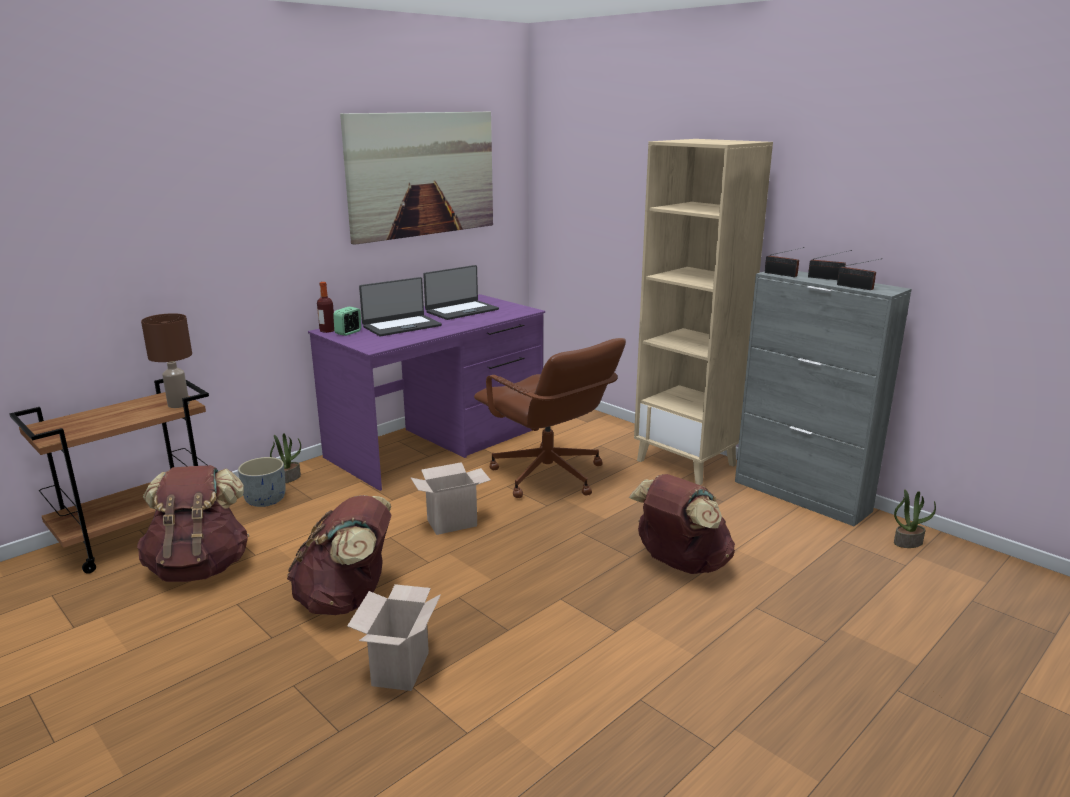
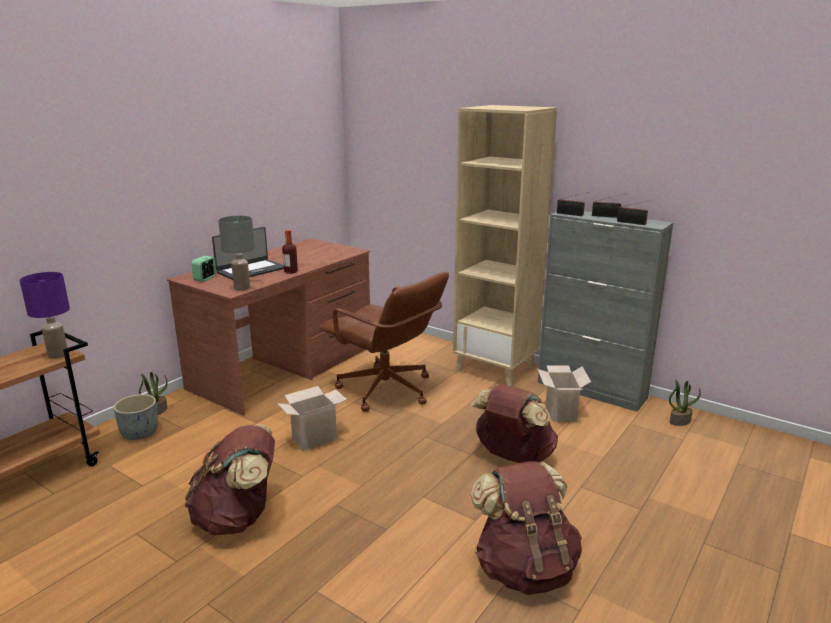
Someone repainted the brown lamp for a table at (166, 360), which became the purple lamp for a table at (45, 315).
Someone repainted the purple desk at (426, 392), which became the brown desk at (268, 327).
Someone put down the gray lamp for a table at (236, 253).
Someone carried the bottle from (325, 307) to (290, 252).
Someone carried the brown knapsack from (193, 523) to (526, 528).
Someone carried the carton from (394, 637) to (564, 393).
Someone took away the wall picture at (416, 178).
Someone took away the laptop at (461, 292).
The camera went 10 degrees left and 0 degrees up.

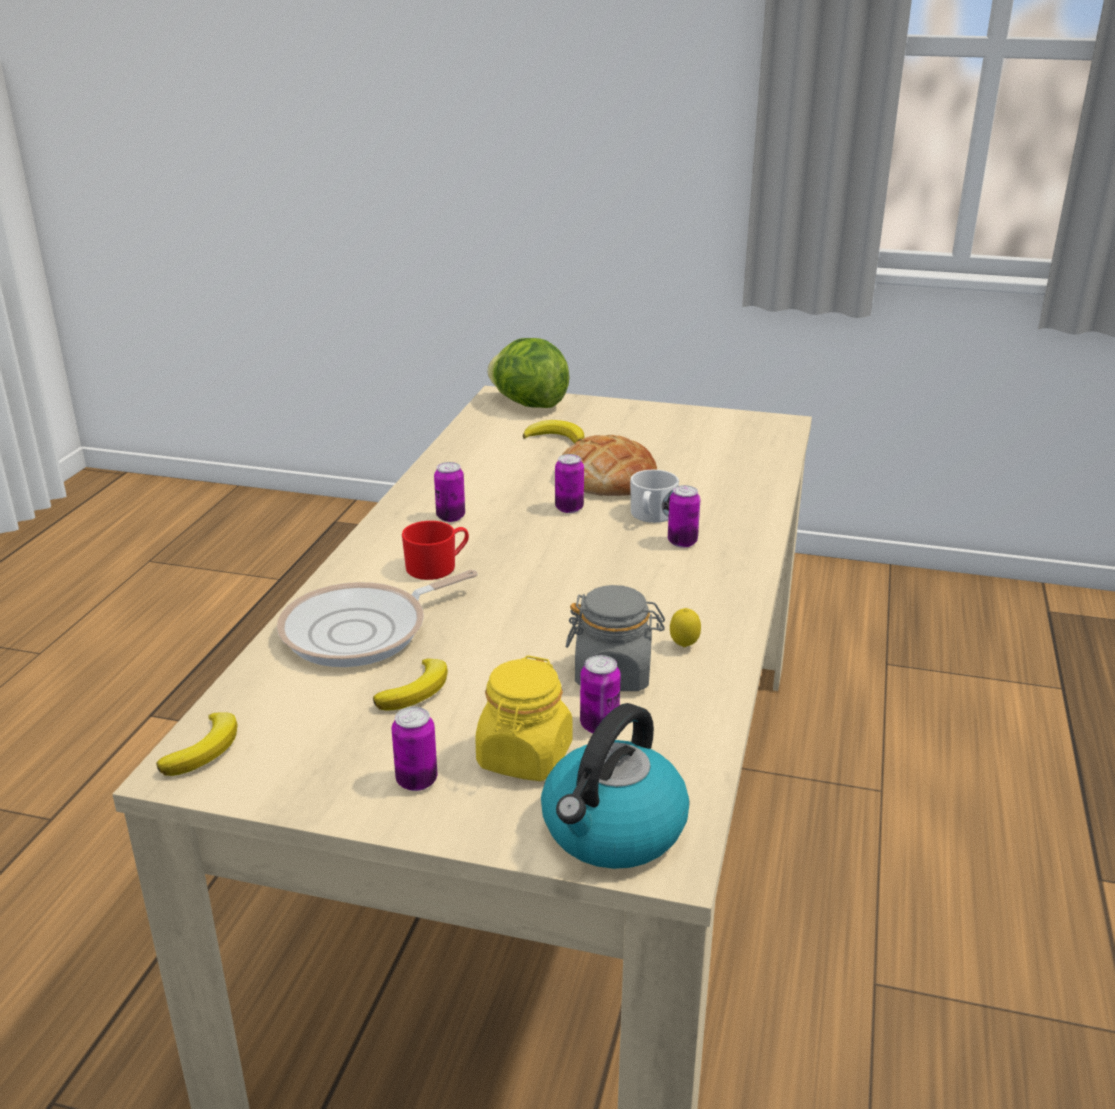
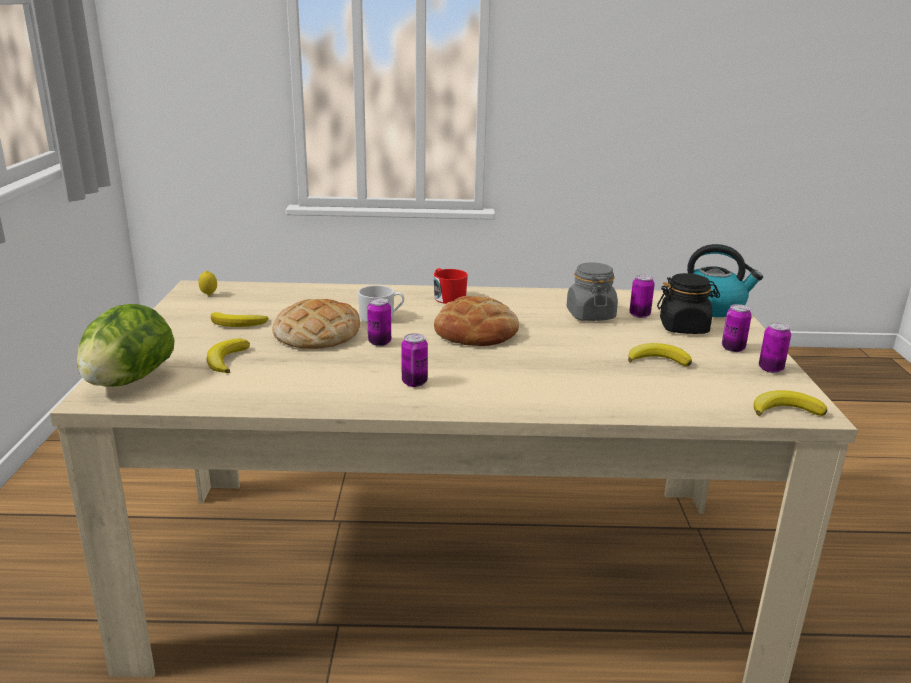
Someone carried the whole lemon from (685, 627) to (207, 283).
Someone put down the banana at (239, 319).
Someone carried the red tea mug from (435, 550) to (451, 286).
Someone put down the bread at (476, 321).
Someone repainted the yellowish jar at (523, 718), which became the black jar at (688, 303).
Someone carried the sealed can from (684, 516) to (775, 347).
Someone took away the frying pan at (377, 618).
The camera went 105 degrees left and 5 degrees down.

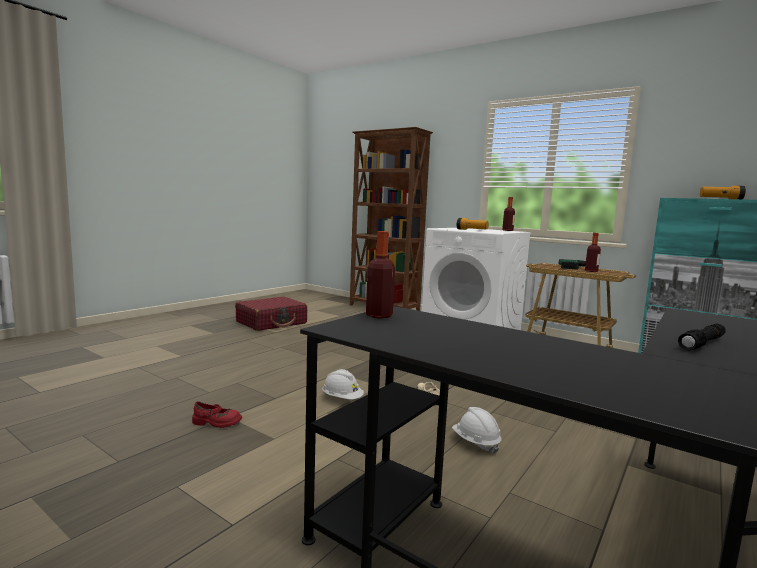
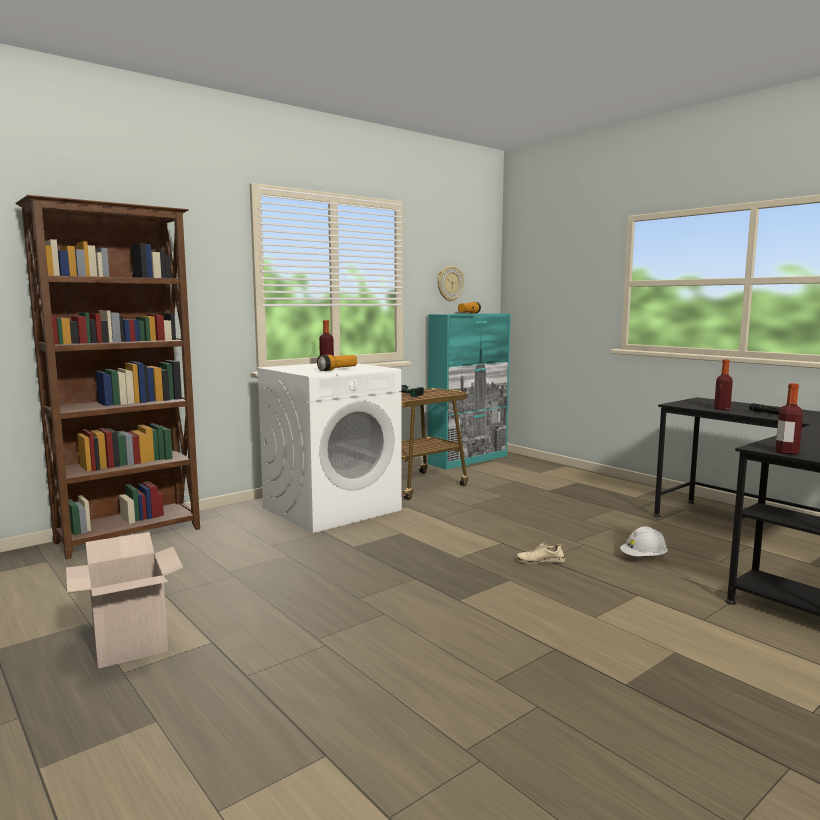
Someone swapped the red suitcase at (271, 314) for the carton at (124, 600).
Someone put up the hanging clock at (450, 284).
Someone carried the bottle from (593, 252) to (723, 384).
Someone took away the red low shoe at (217, 414).
Someone took away the white-coloured work helmet at (343, 384).
The camera went 75 degrees left and 0 degrees up.

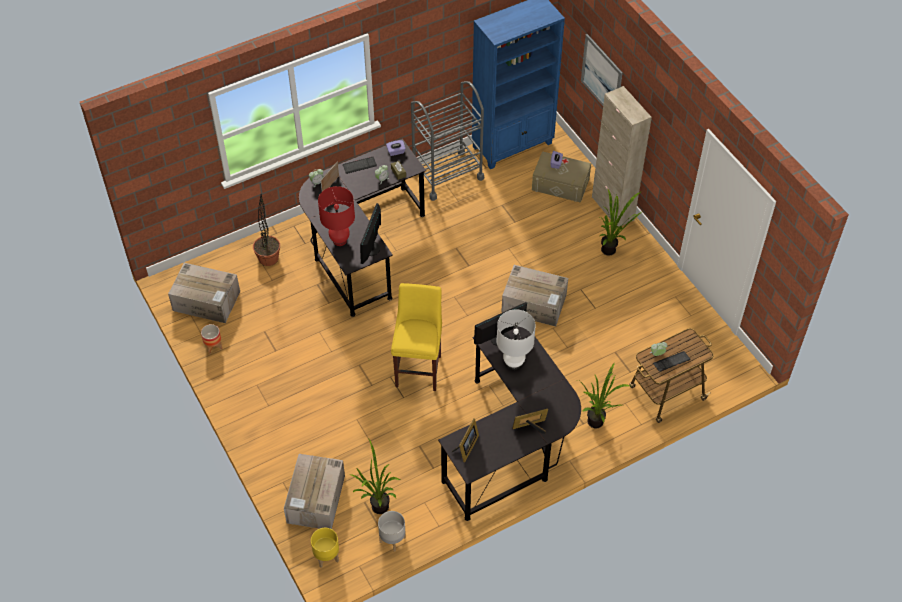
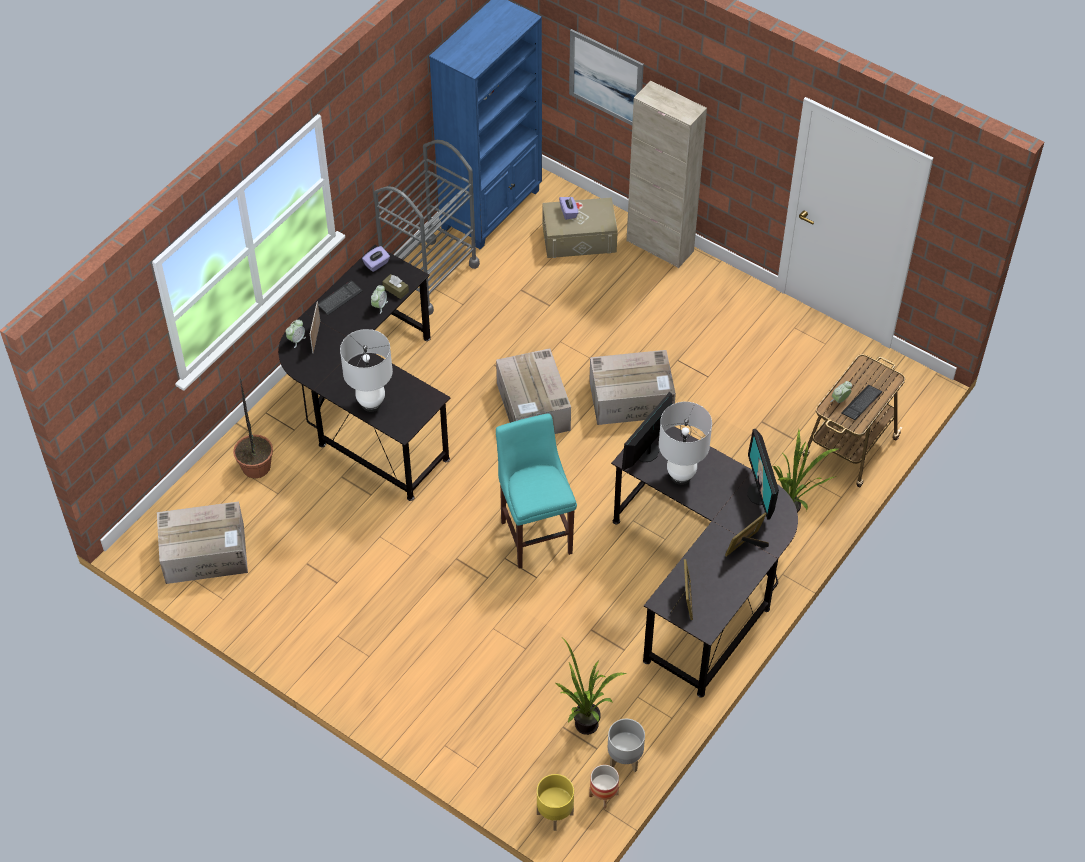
Someone repainted the red lamp for a table at (336, 216), which became the white-coloured lamp for a table at (366, 370).
Someone carried the carton from (314, 491) to (533, 391).
Someone repainted the yellowish sitting stool at (416, 337), which became the blue-green sitting stool at (536, 491).
Someone carried the plant pot from (212, 339) to (604, 787).
Someone carried the monitor from (370, 233) to (763, 474).
Someone took away the houseplant at (621, 222).
The camera went 25 degrees left and 0 degrees up.

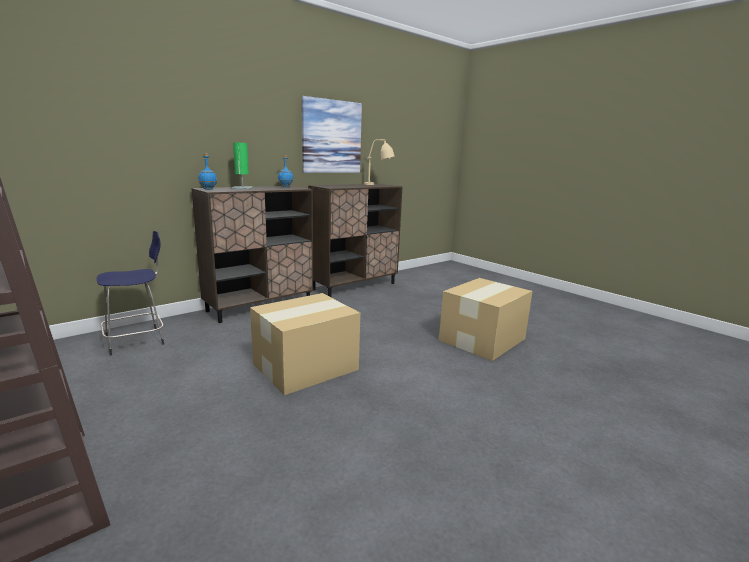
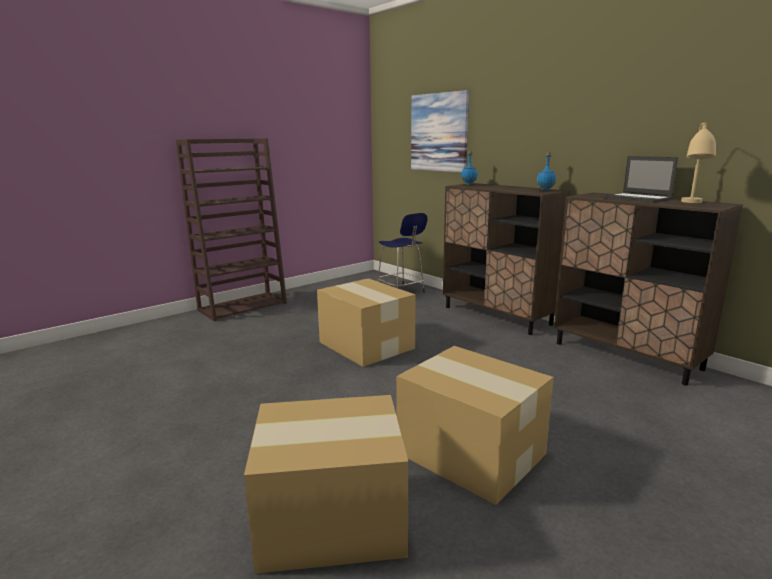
Someone put down the carton at (326, 484).
Someone carried the wall picture from (332, 134) to (440, 131).
Someone put down the laptop at (641, 179).
Someone took away the greenish lamp for a table at (242, 166).
The camera went 90 degrees right and 0 degrees up.

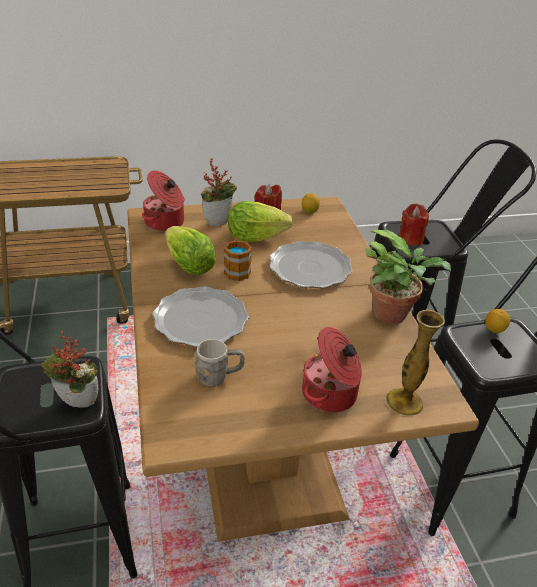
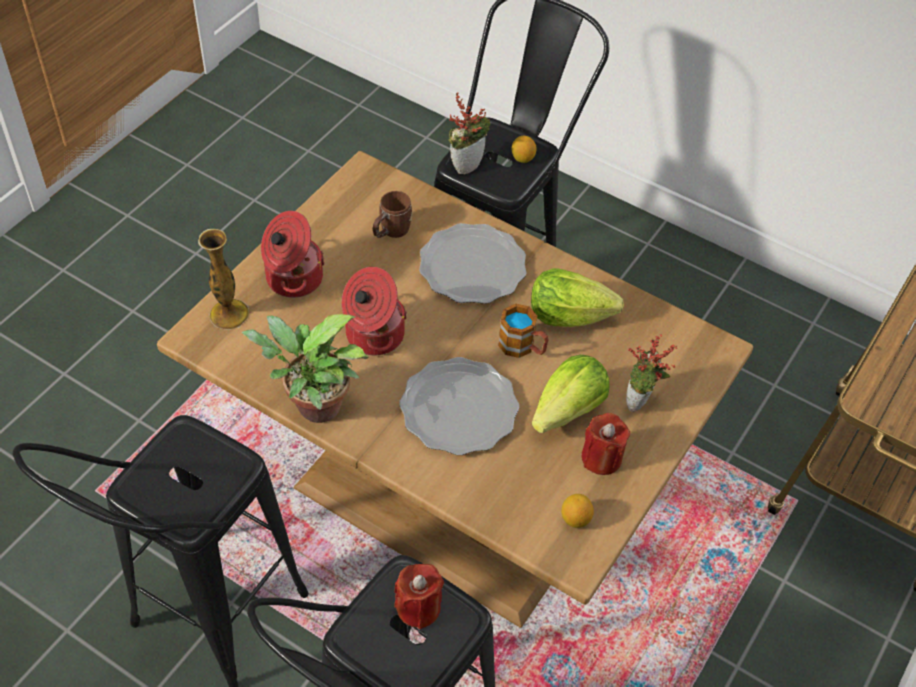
Someone carried the cooking pot from (163, 200) to (374, 311).
Someone repainted the gray tea mug at (219, 362), which became the brown tea mug at (393, 214).
Someone carried the whole lemon from (497, 321) to (524, 149).
The camera went 135 degrees right and 15 degrees up.

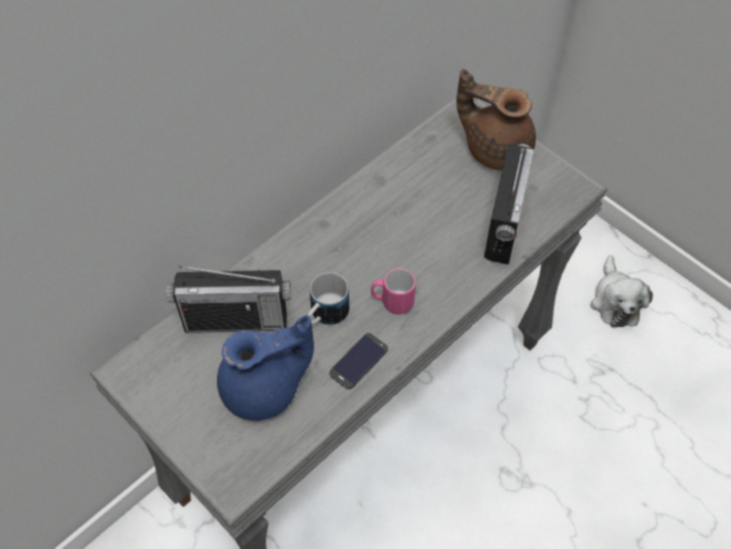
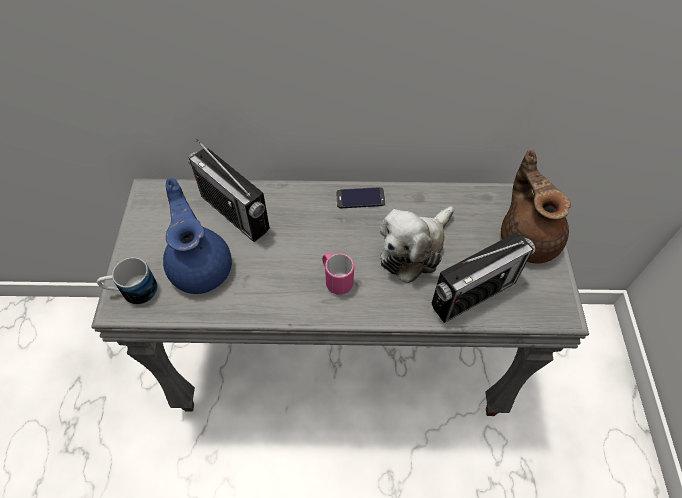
Someone carried the tea mug from (328, 298) to (127, 281).
Someone rotated the blue-coloured tea pot at (265, 368) by 135 degrees counterclockwise.
Someone carried the handset from (358, 361) to (360, 197).
Someone carried the cuddly toy from (621, 291) to (417, 244).
The camera went 45 degrees right and 0 degrees up.

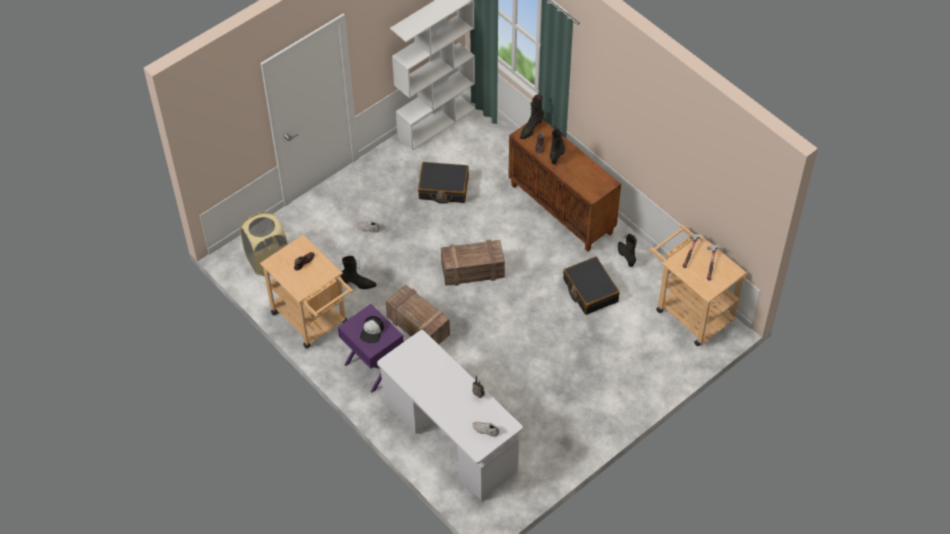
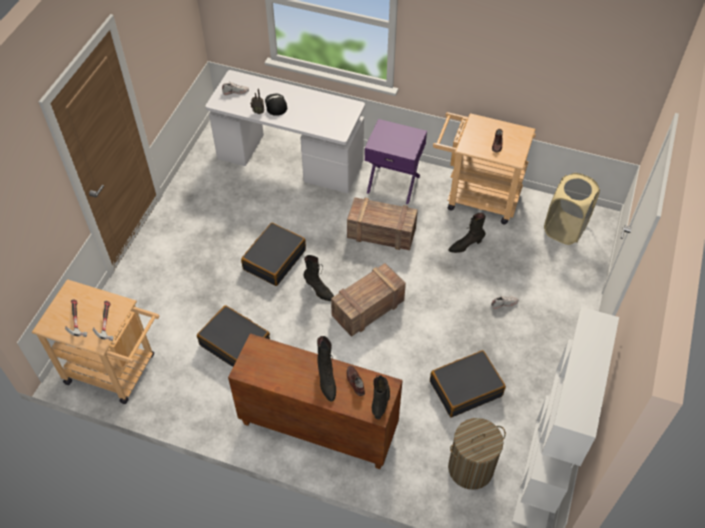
Someone put down the black suitcase at (273, 254).
Someone carried the cap from (372, 329) to (276, 105).
Someone carried the black high-top boot from (627, 250) to (318, 278).
Someone put down the hamper at (477, 454).
The camera went 150 degrees right and 0 degrees up.

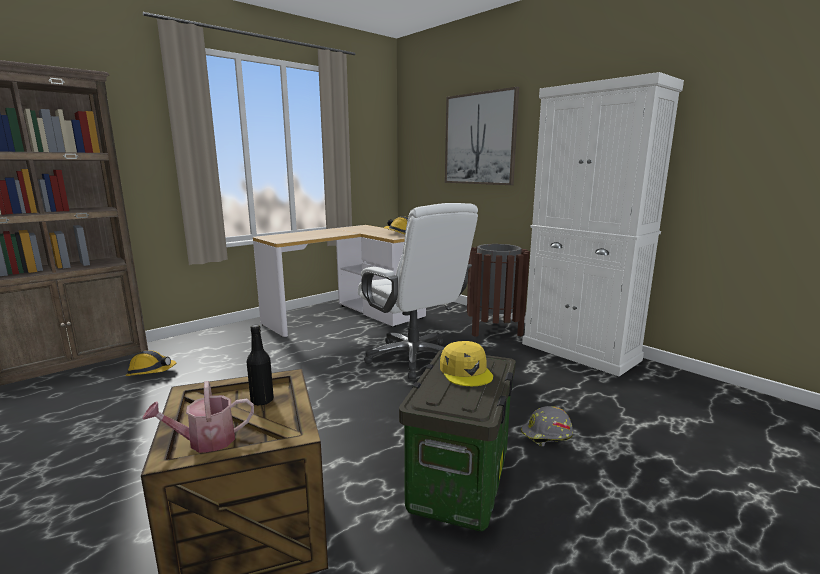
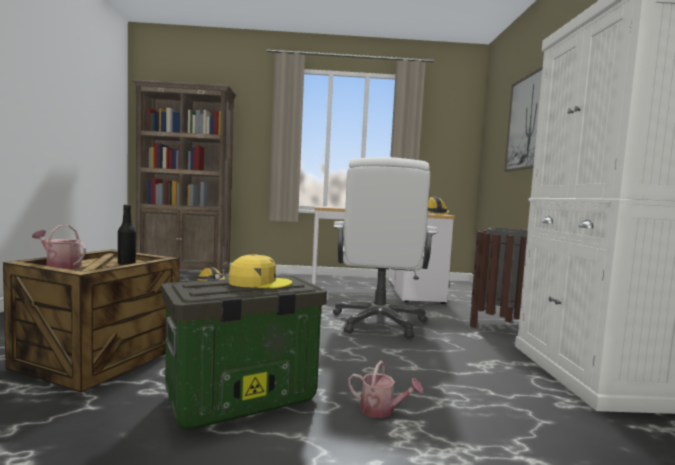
Someone rotated the yellowish cap at (466, 363) by 120 degrees counterclockwise.
Someone swapped the gray work helmet at (547, 426) for the sprinkling can at (385, 389).
The camera went 40 degrees right and 10 degrees down.

